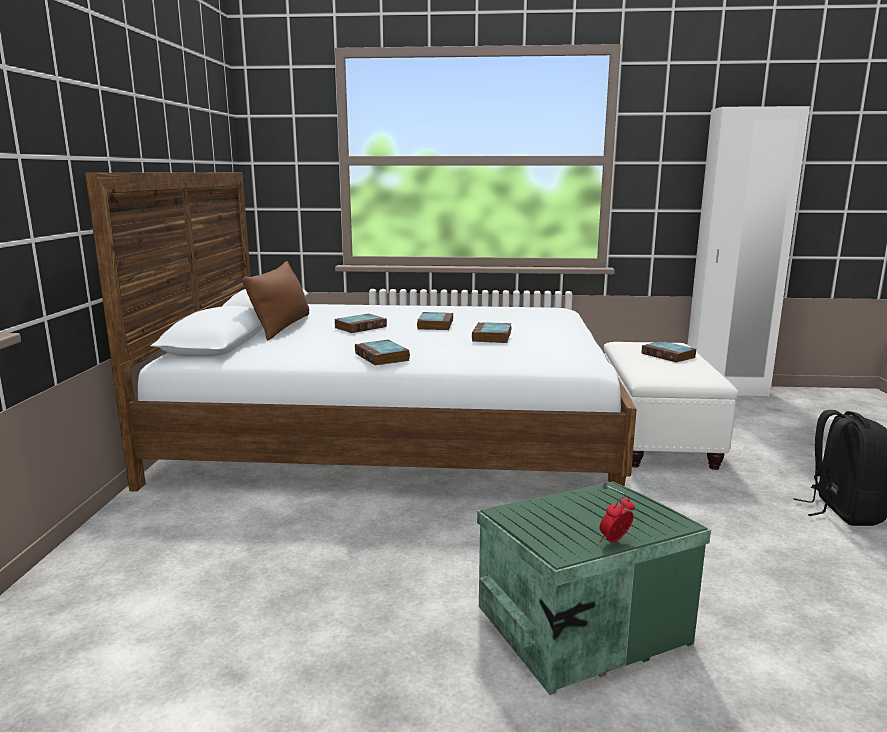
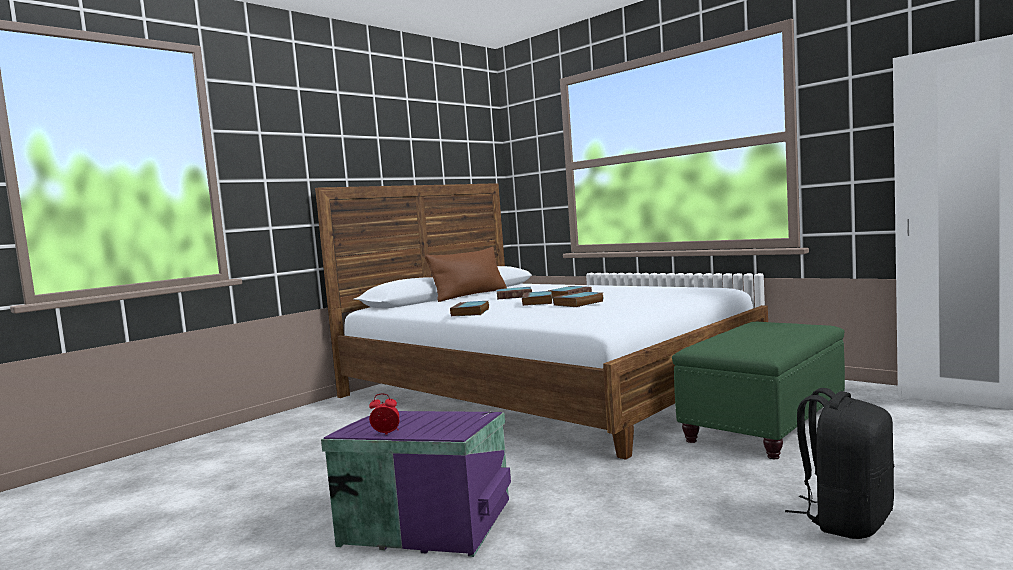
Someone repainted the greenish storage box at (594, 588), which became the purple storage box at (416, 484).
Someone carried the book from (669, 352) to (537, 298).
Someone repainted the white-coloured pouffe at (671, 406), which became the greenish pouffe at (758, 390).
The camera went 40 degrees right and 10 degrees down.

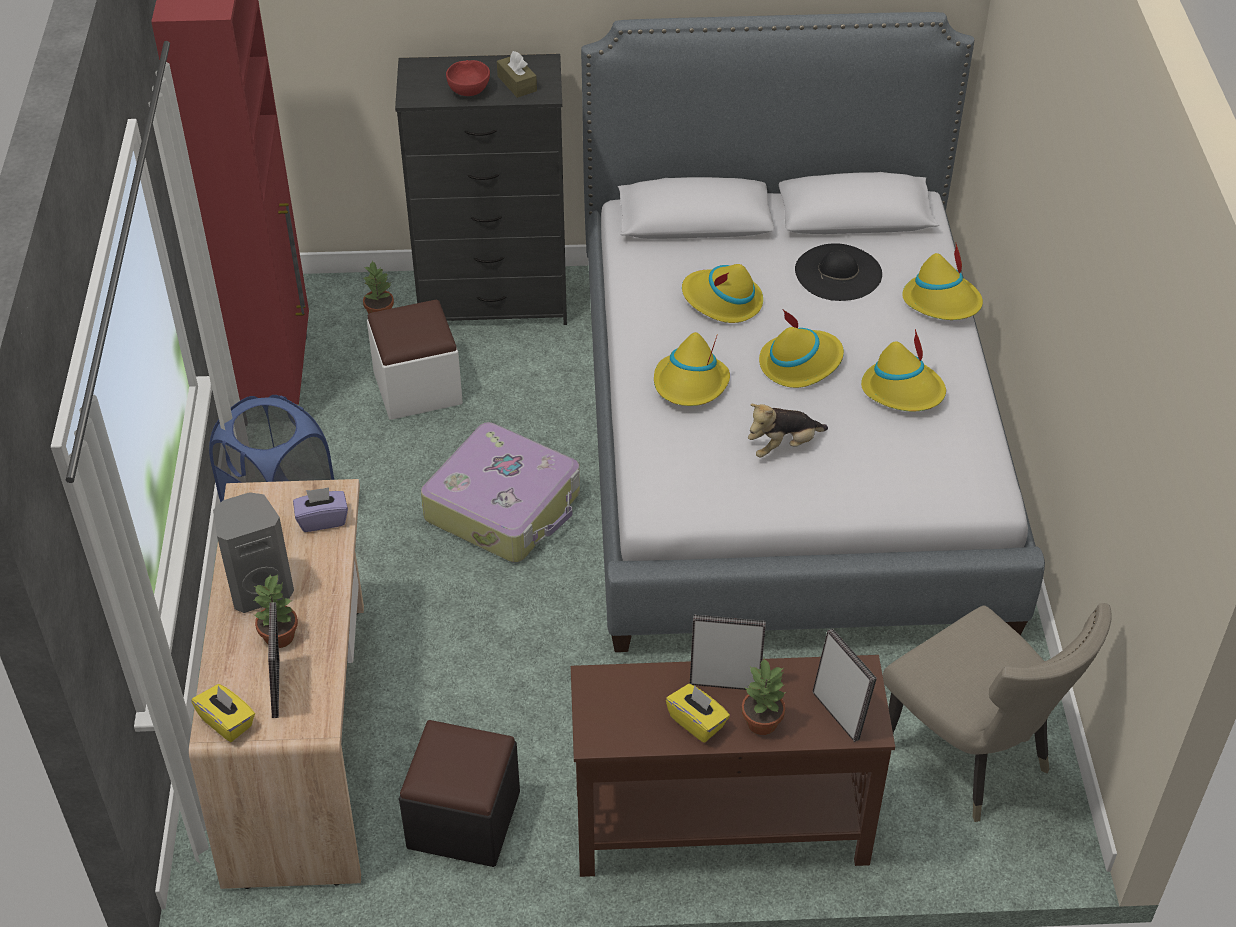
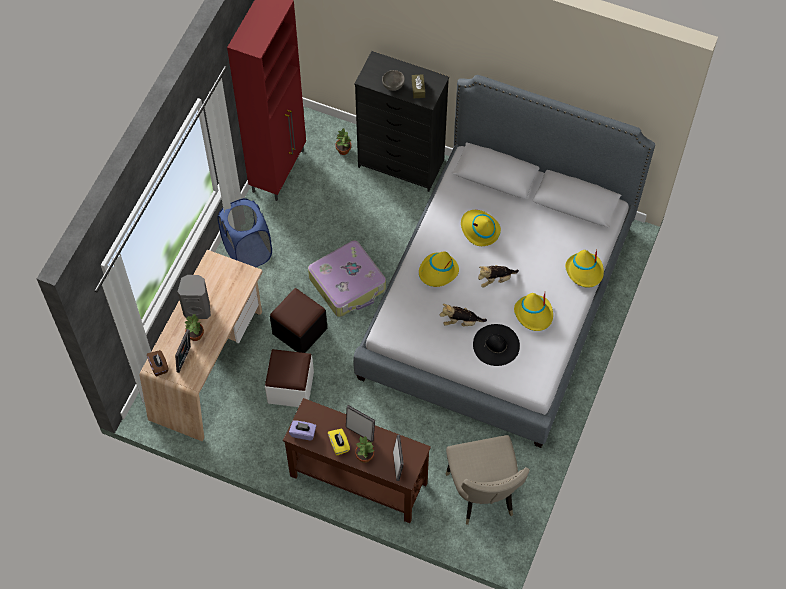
Someone repainted the yellowish tissue holder at (223, 713), which became the brown tissue holder at (158, 363).
Someone carried the white-coloured pouffe from (415, 360) to (289, 378).
Someone carried the black pouffe from (459, 793) to (298, 320).
Someone carried the purple tissue holder from (320, 509) to (302, 431).
Someone repainted the red serving bowl at (468, 78), which became the gray serving bowl at (393, 80).
Someone carried the black wearable hat from (838, 272) to (496, 345).
Someone swapped the yellowish wearable hat at (801, 349) for the cuddly toy at (498, 276).
The camera went 25 degrees right and 15 degrees up.

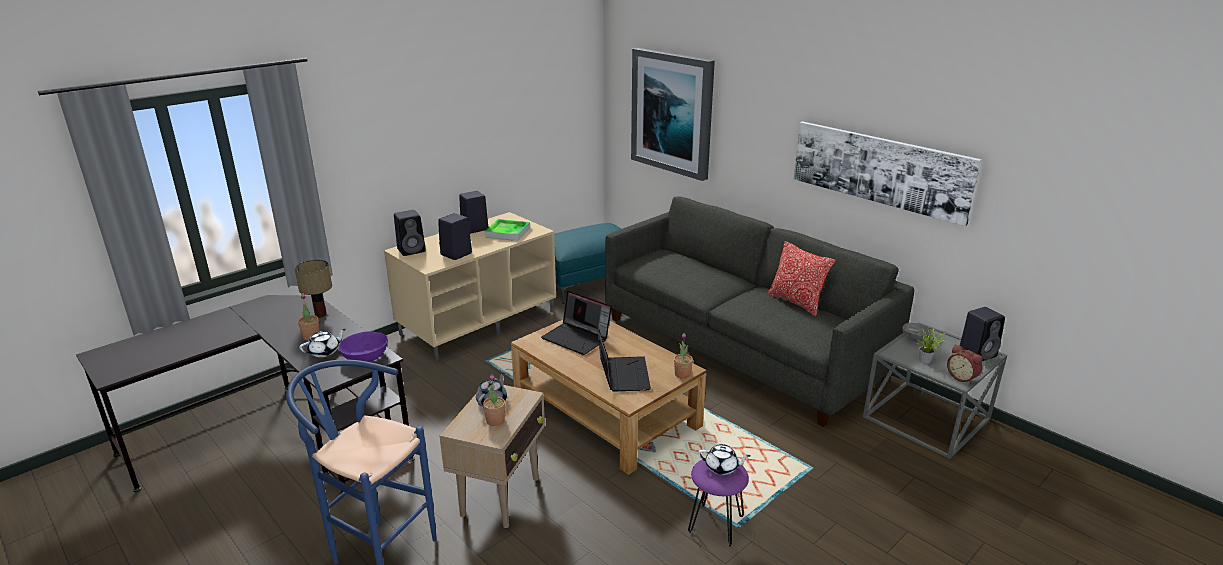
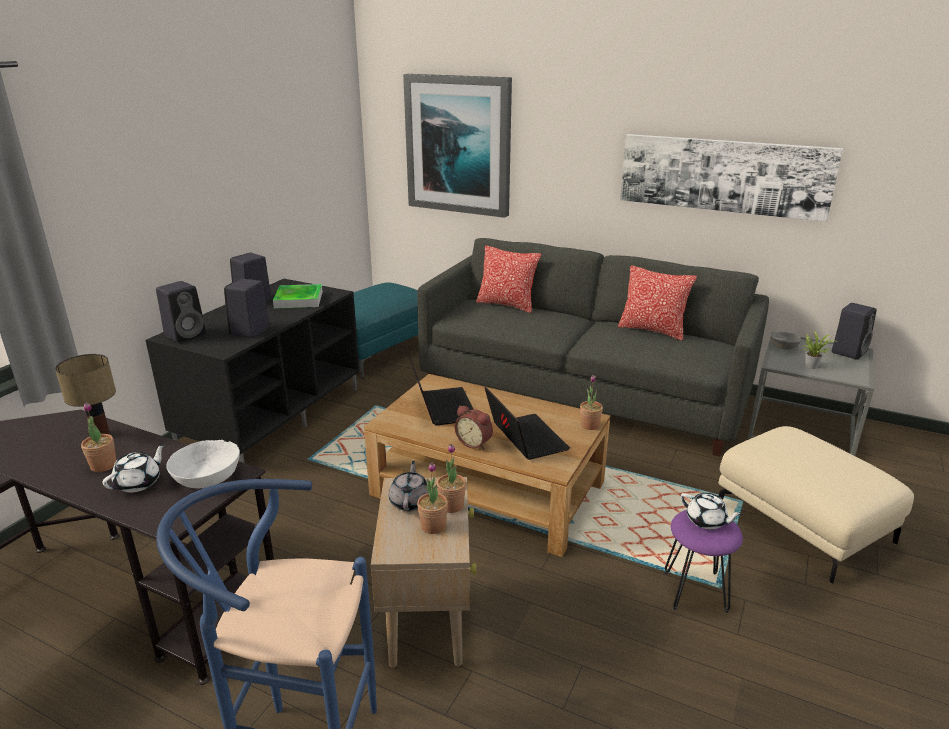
Someone repainted the sand-coloured tv stand at (470, 287), which became the black tv stand at (253, 371).
Someone repainted the purple serving bowl at (363, 346), which became the white-coloured serving bowl at (203, 464).
Someone rotated the laptop at (576, 323) by 120 degrees counterclockwise.
Someone put down the houseplant at (451, 478).
Someone carried the bedside clock from (965, 364) to (474, 427).
Someone put down the pillow at (508, 279).
Someone rotated the white-coloured tea pot at (724, 459) by 45 degrees clockwise.
Someone put down the sand-coloured pouffe at (816, 504).
The camera went 20 degrees left and 0 degrees up.

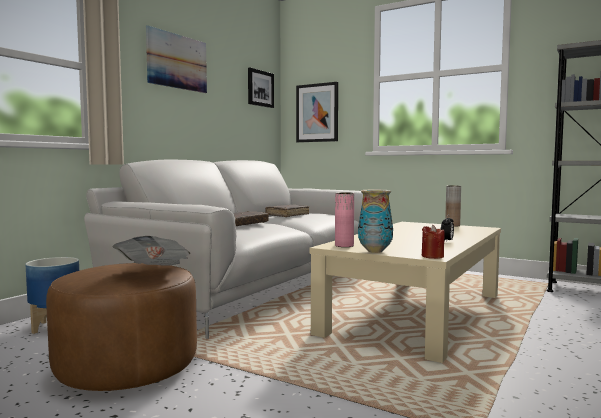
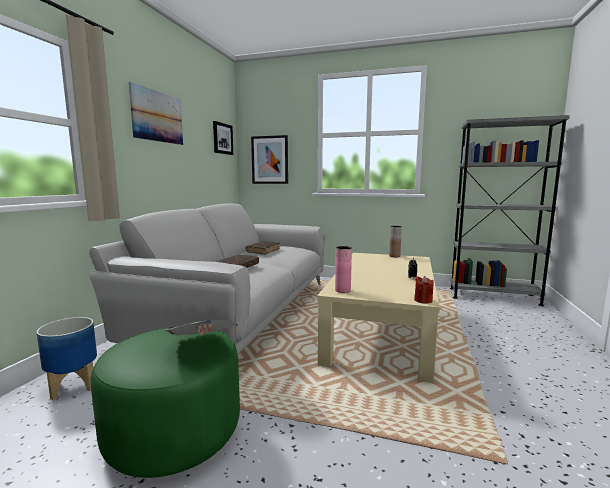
Someone repainted the brown pouffe at (121, 327), which became the greenish pouffe at (165, 402).
Someone took away the decorative vase at (375, 221).
The camera went 15 degrees left and 5 degrees up.

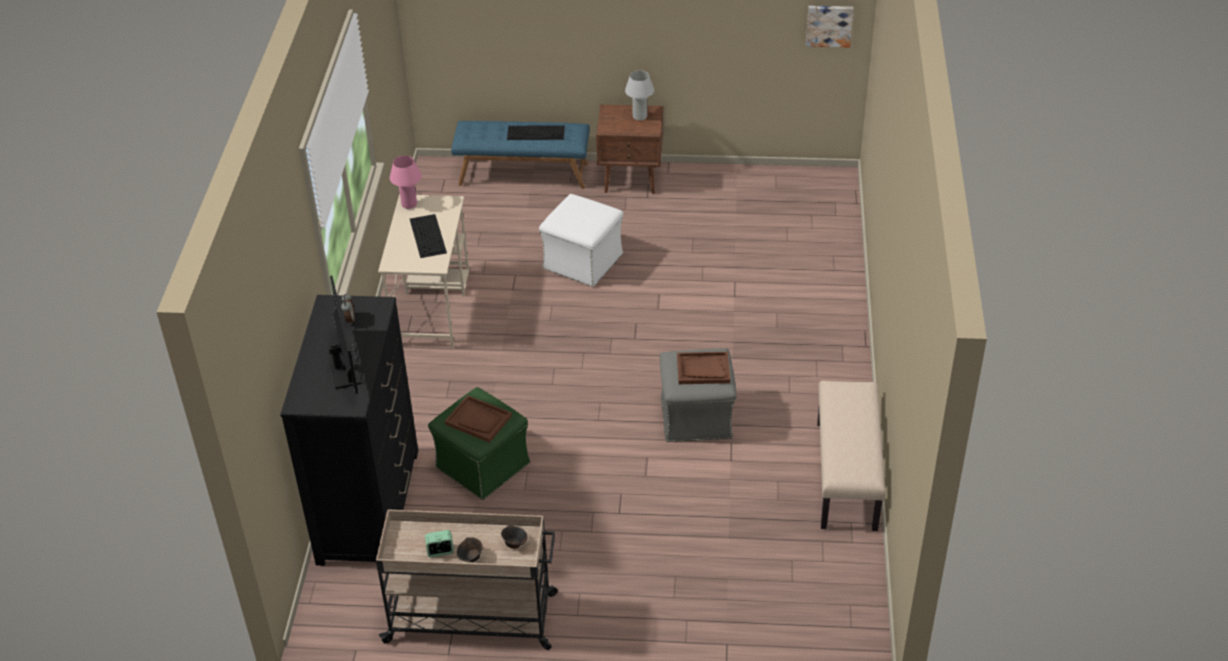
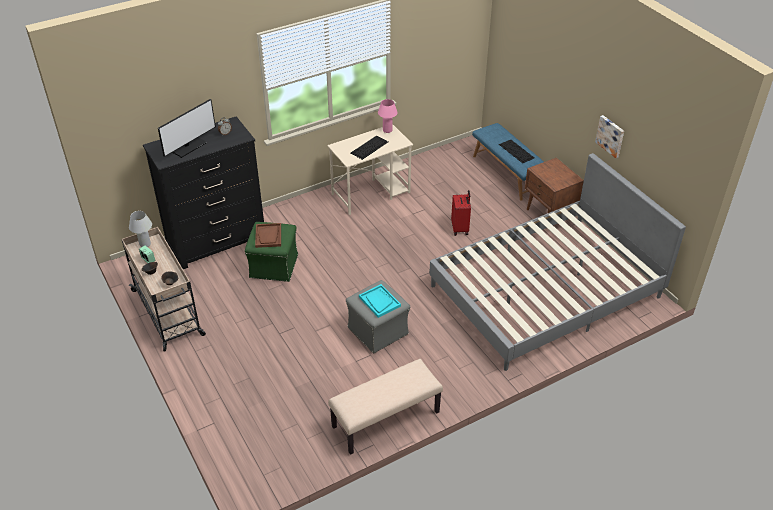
Someone carried the white-coloured lamp for a table from (639, 95) to (140, 229).
Someone repainted the brown serving tray at (703, 368), which became the blue-green serving tray at (380, 301).
Someone put down the gray bed at (557, 262).
Someone swapped the white-coloured pouffe at (581, 240) for the red suitcase at (461, 213).
Someone carried the wall picture from (830, 26) to (609, 136).
The camera went 55 degrees right and 0 degrees up.

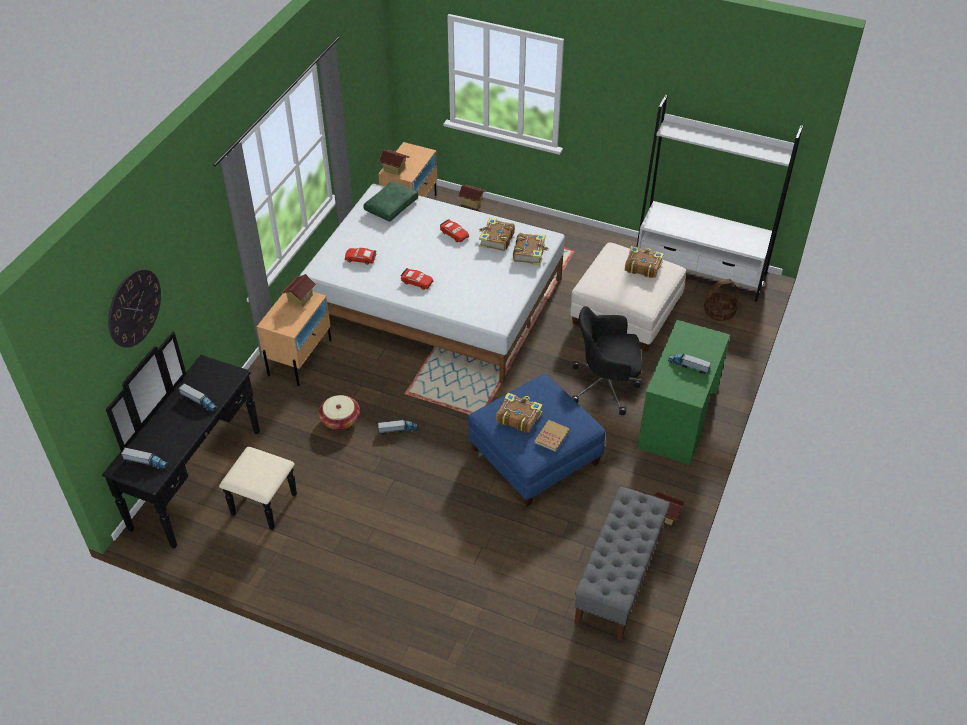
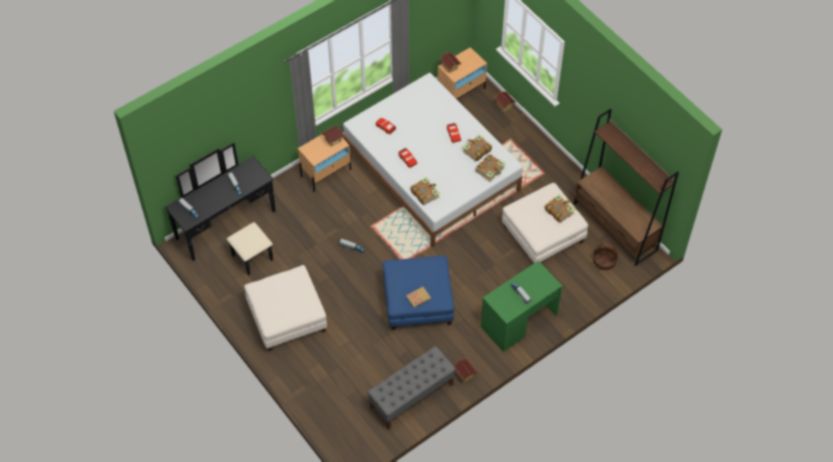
Someone put down the white-coloured pouffe at (285, 308).
Someone carried the book from (519, 413) to (425, 191).
Someone repainted the white-coloured shelving unit at (720, 198), which became the brown shelving unit at (626, 187).
Someone took away the hanging clock at (134, 308).
Someone took away the basket at (339, 412).
Someone took away the greenish pillow at (390, 201).
Someone took away the black computer chair at (607, 360).
The camera went 30 degrees right and 10 degrees up.

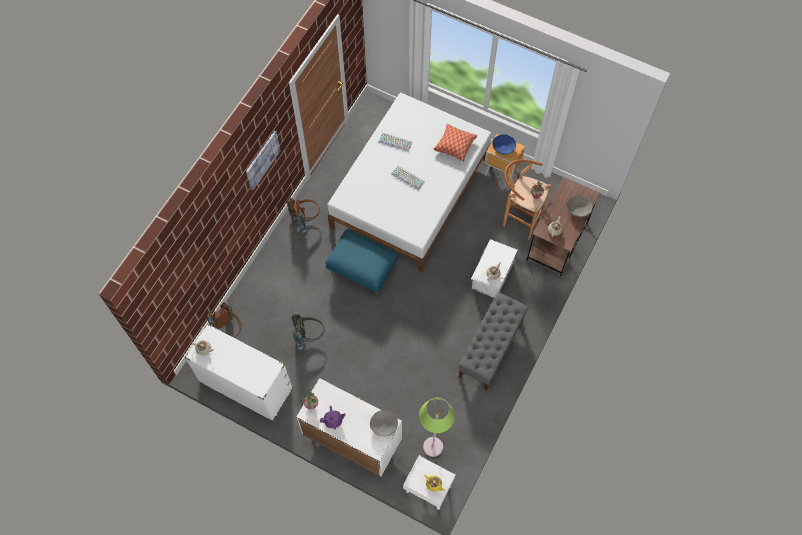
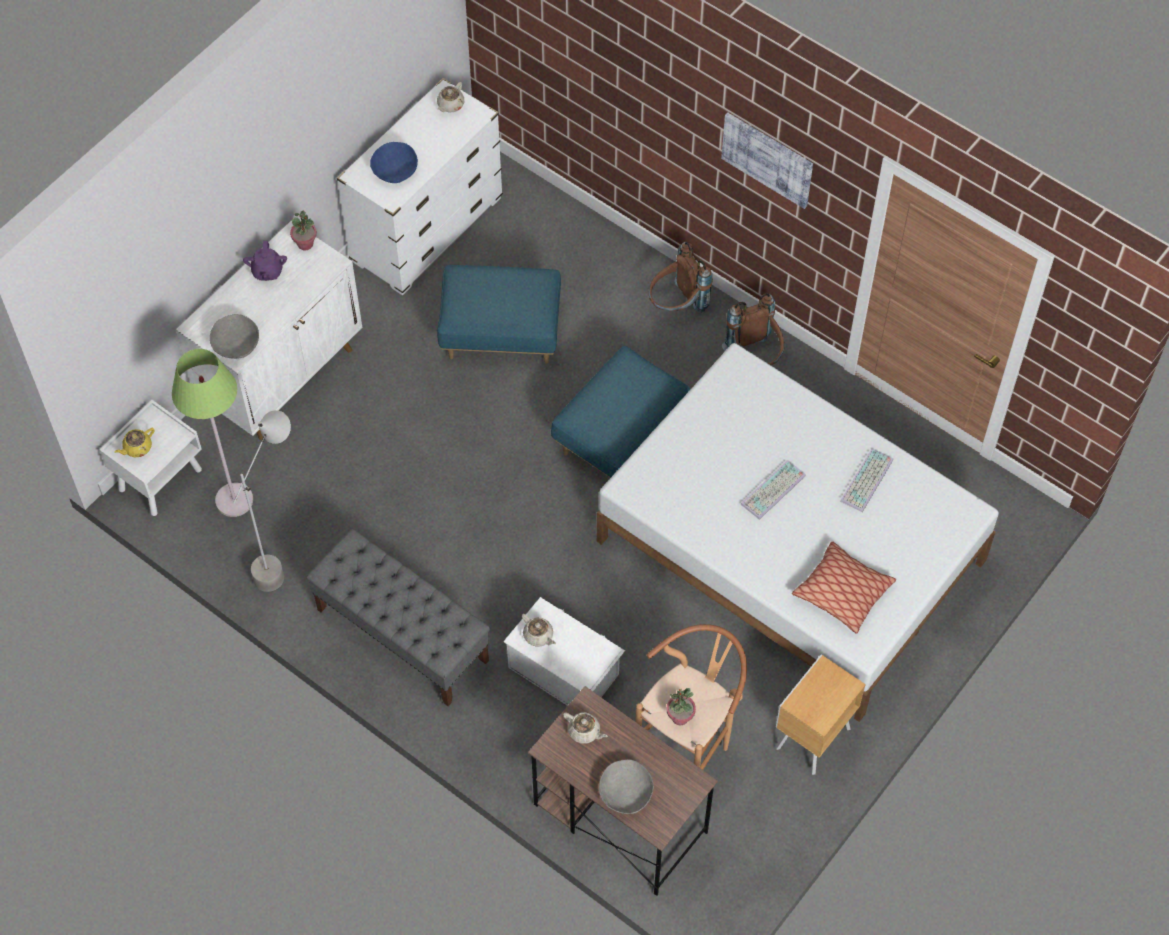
Someone put down the gray floor lamp at (262, 501).
Someone carried the blue-coloured serving bowl from (504, 144) to (394, 162).
Someone swapped the gray knapsack at (308, 330) for the blue-coloured pouffe at (499, 314).
Someone carried the brown knapsack from (224, 320) to (681, 277).
The camera went 100 degrees right and 5 degrees down.

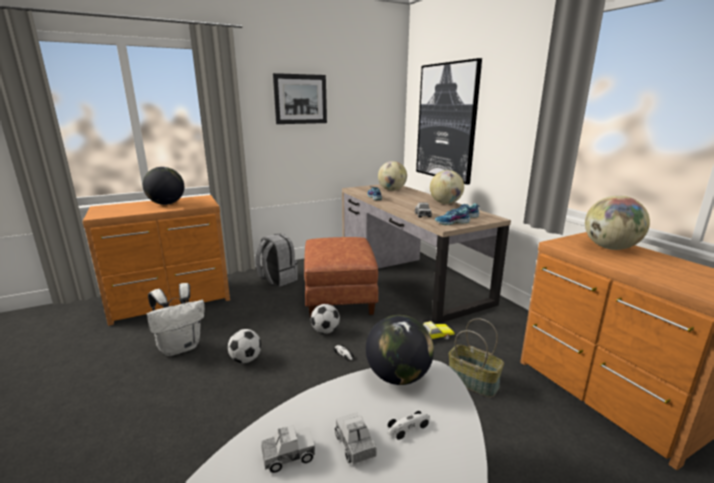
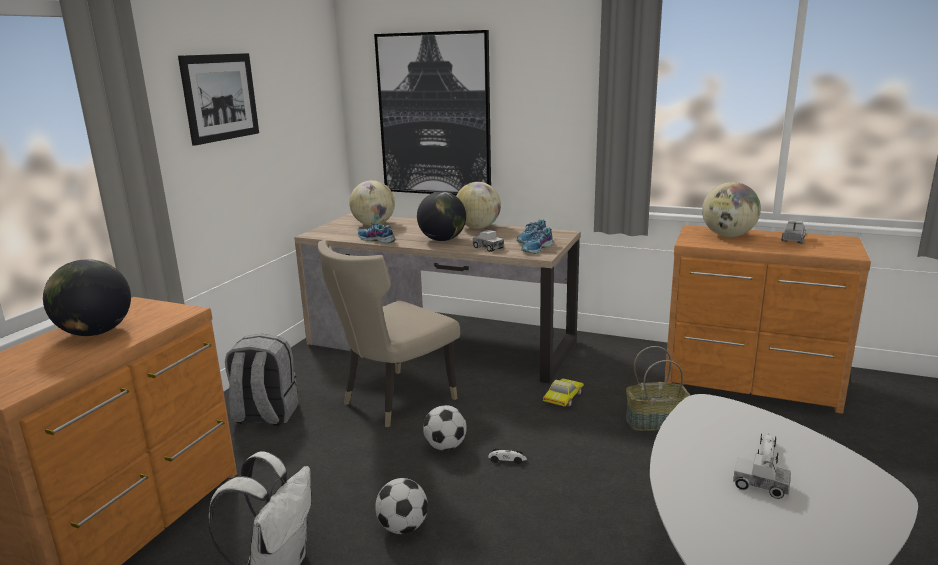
Someone swapped the brown pouffe at (341, 277) for the sand-coloured plain chair at (388, 333).
Someone carried the world globe from (400, 350) to (441, 216).
Someone carried the model truck from (288, 449) to (793, 231).
The camera went 40 degrees left and 0 degrees up.

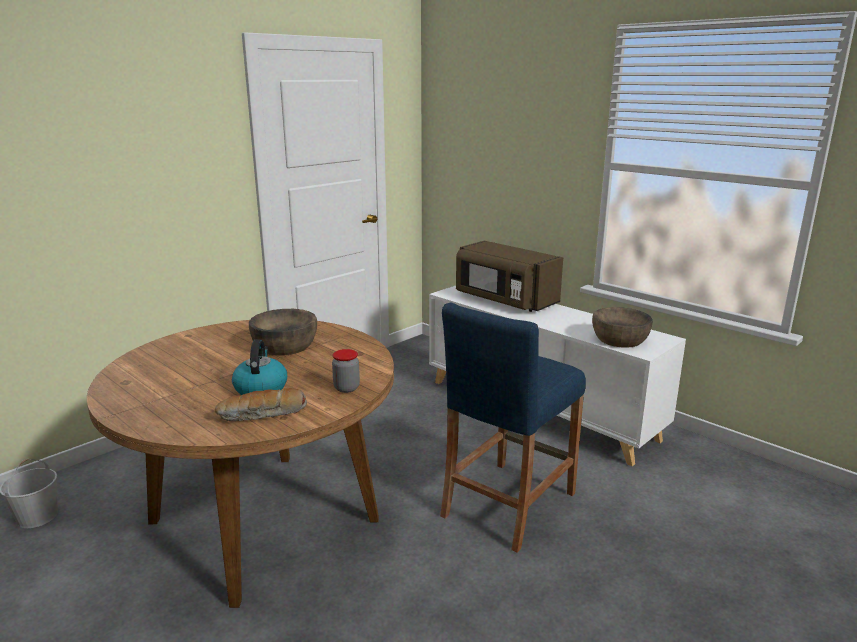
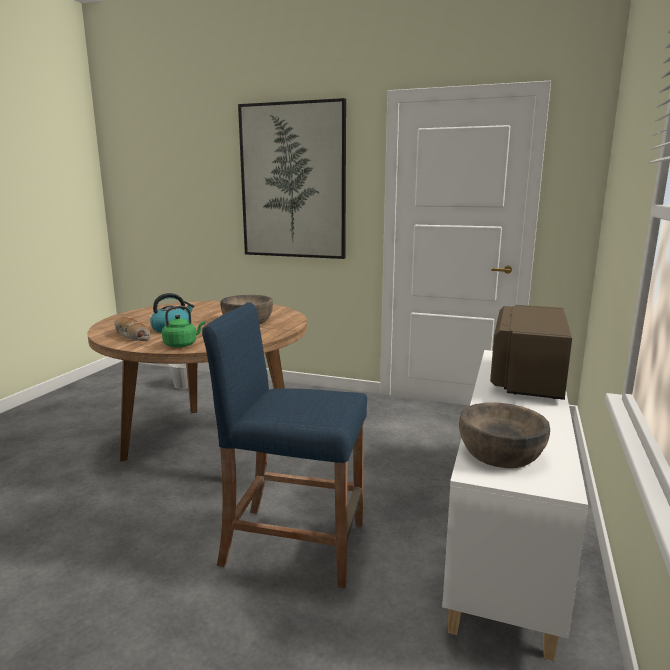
Someone swapped the jar at (346, 371) for the greenish tea kettle at (183, 327).
Someone put up the wall picture at (292, 178).
The camera went 65 degrees right and 5 degrees down.

